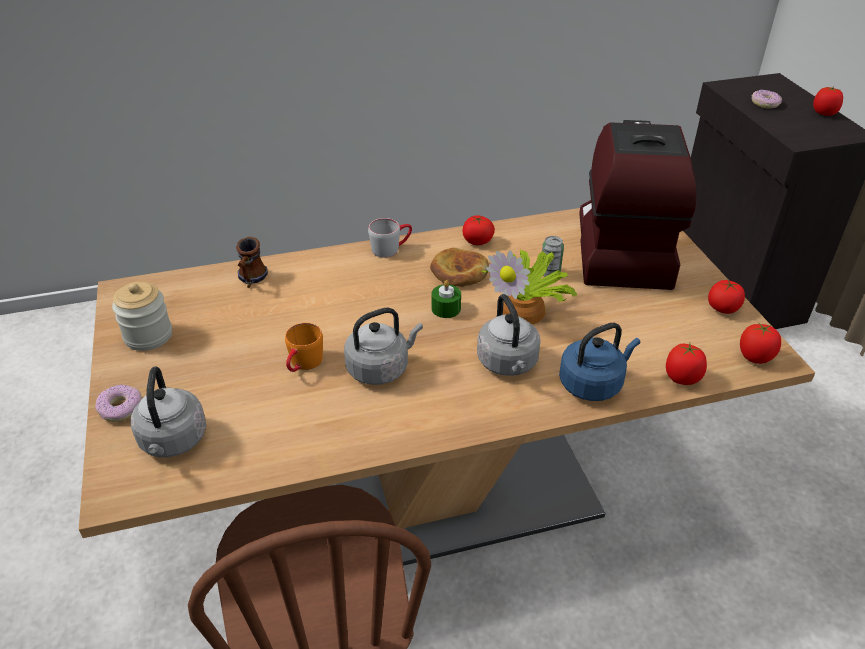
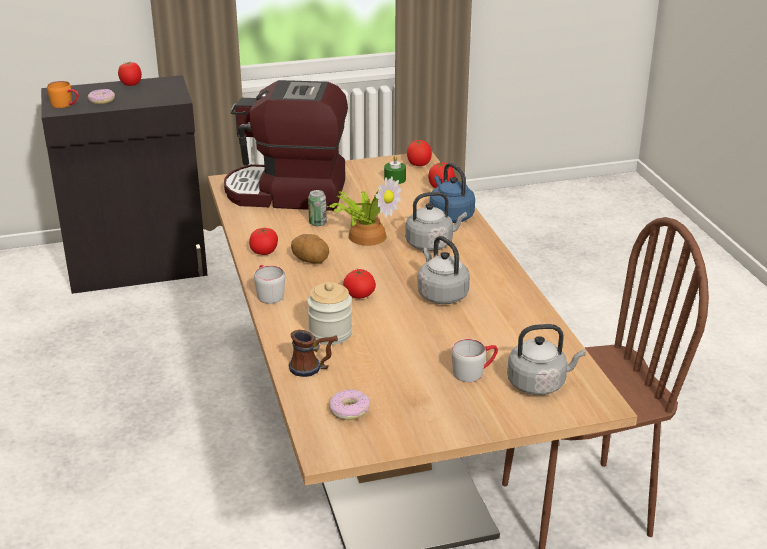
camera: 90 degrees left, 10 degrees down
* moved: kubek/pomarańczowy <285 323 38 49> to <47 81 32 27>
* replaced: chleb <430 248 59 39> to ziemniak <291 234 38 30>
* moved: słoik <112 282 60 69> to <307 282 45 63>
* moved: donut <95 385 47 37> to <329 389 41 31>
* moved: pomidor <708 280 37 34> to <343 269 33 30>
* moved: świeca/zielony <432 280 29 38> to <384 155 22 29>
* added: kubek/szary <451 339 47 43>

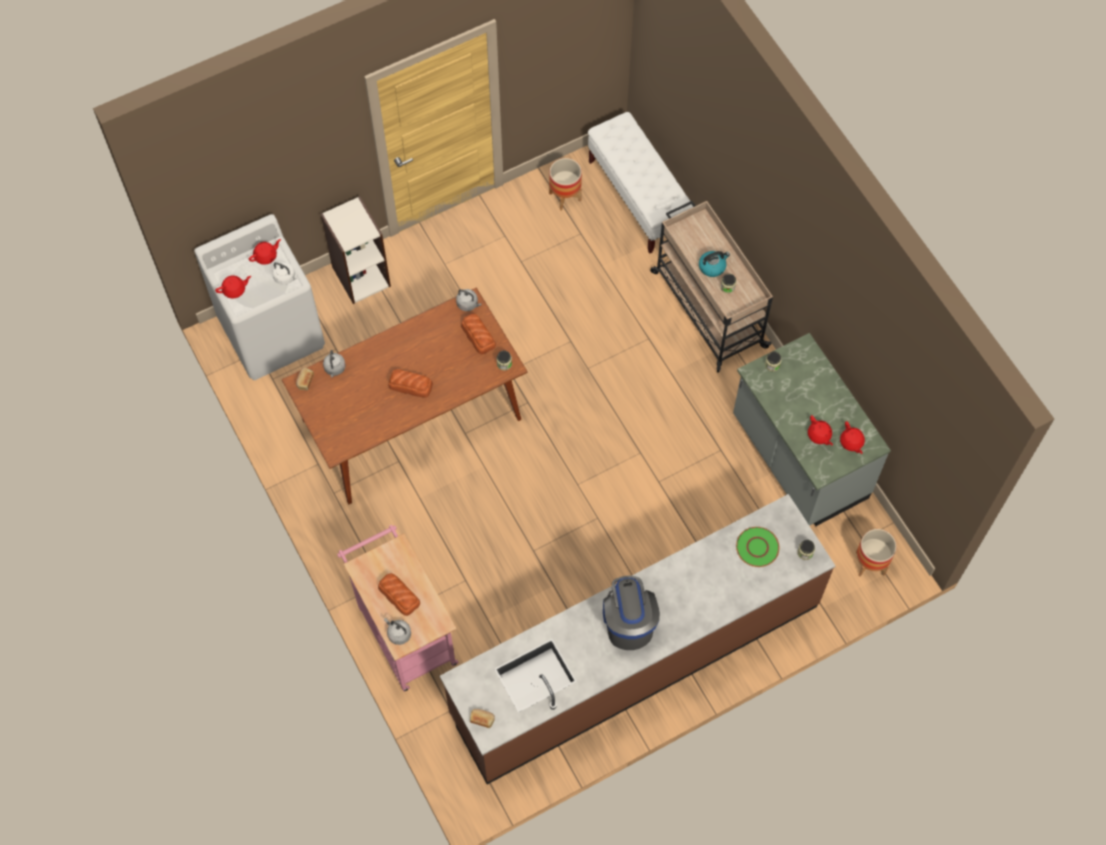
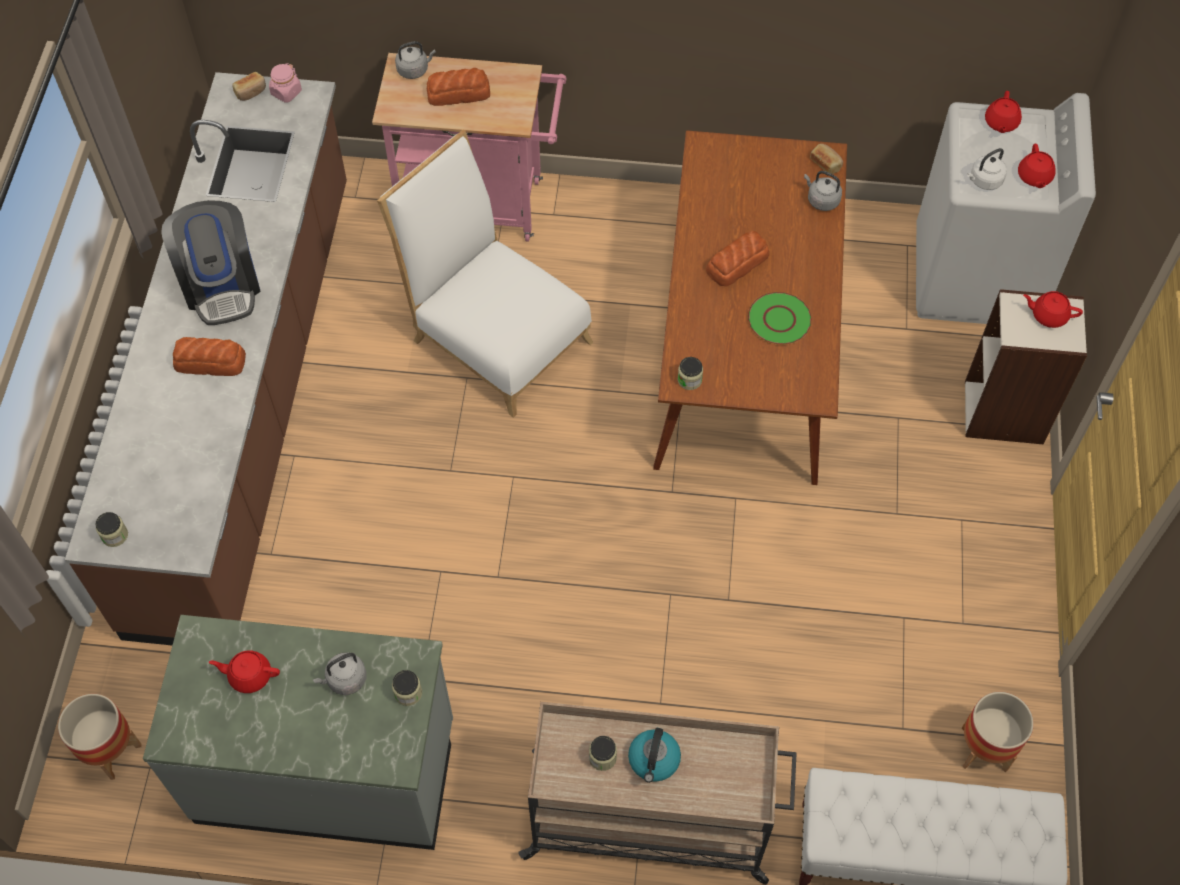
camera: 125 degrees right, 5 degrees down
* turned: ekspres do kawy <603 576 57 74> = <161 200 100 125> 45 degrees clockwise
* moved: chleb <461 313 35 41> to <173 337 73 39>
* added: słoik/różowy <269 63 33 40>
* moved: czajnik/szary <456 289 25 22> to <313 653 54 42>
* added: krzesło/biały <377 129 216 289>
* moved: talerz/zielony <736 527 43 40> to <747 292 65 53>
* moved: imbryk/czerwony <840 421 25 33> to <1023 291 60 37>

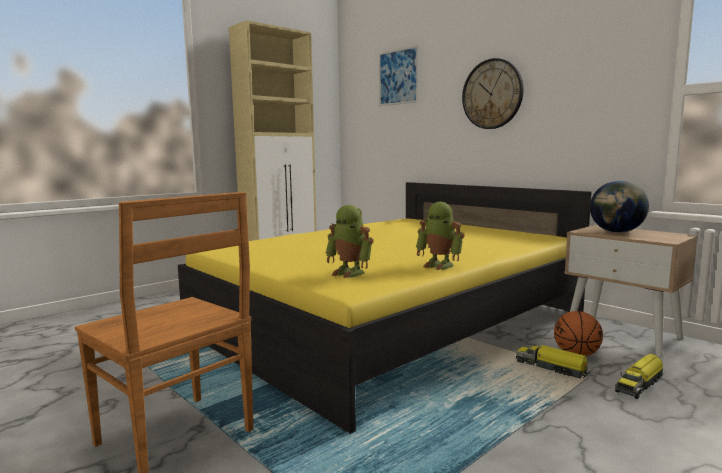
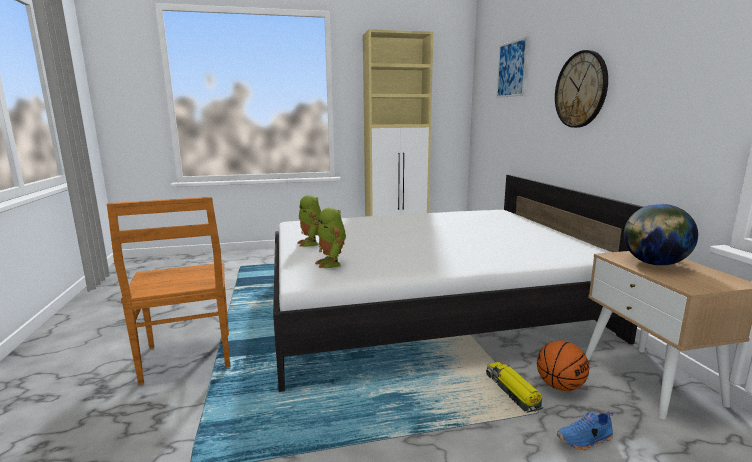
camera: 30 degrees right, 5 degrees up
* recoloured: łóżko/żółty <178 182 414 252> to łóżko/biały <273 175 370 217>
* moved: robot zabawkowy <416 202 49 68> to <298 195 23 52>
* replaced: ciężarówka zabawkowa <615 354 48 45> to but/niebieski <557 411 56 39>

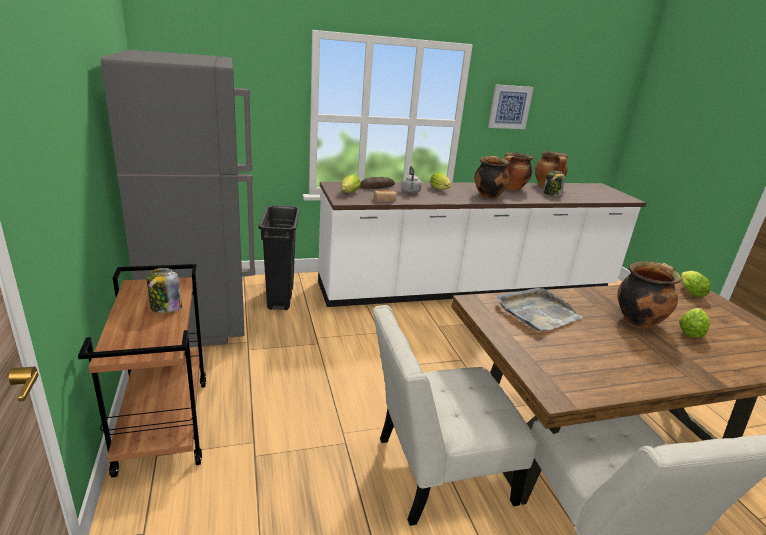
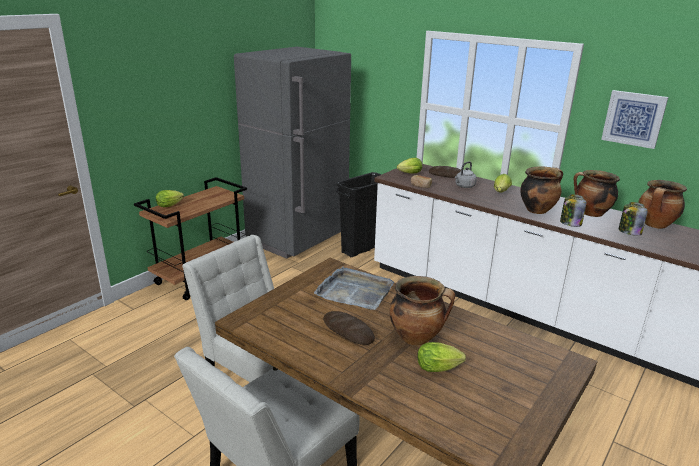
camera: 55 degrees right, 0 degrees up
* moved: sałata <681 271 30 26> to <156 190 28 17>
* added: chleb <323 311 52 34>
* moved: słoik <147 268 35 45> to <560 194 26 33>

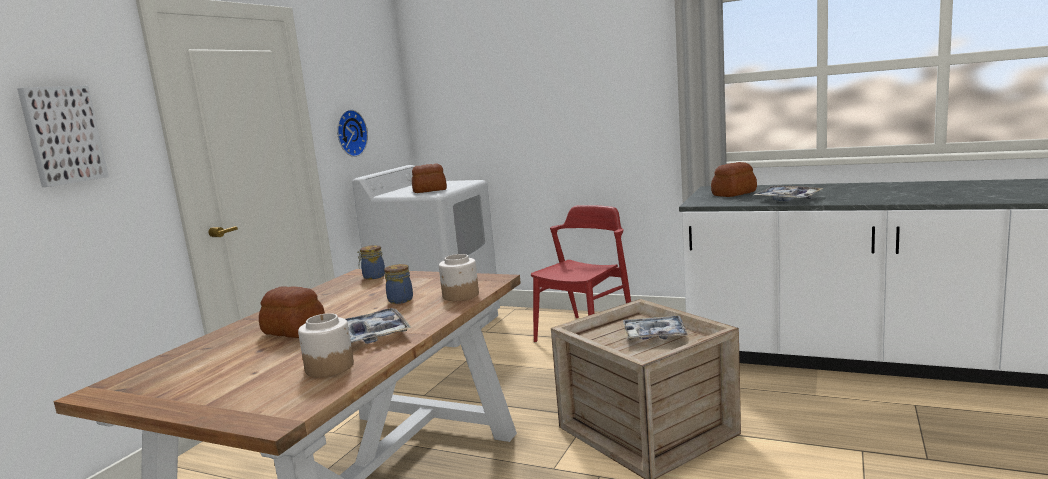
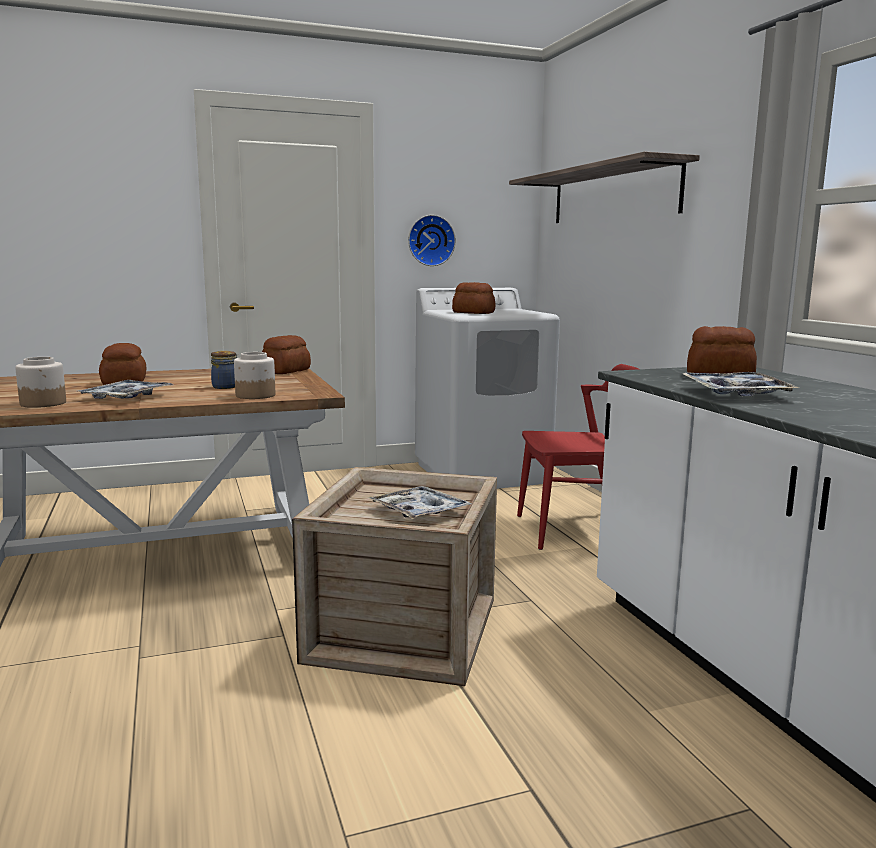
camera: 45 degrees right, 0 degrees up
* replaced: słoik <357 245 28 34> to chleb <262 335 49 39>
* added: półka <509 151 191 72>
* removed: obraz <17 85 92 102>

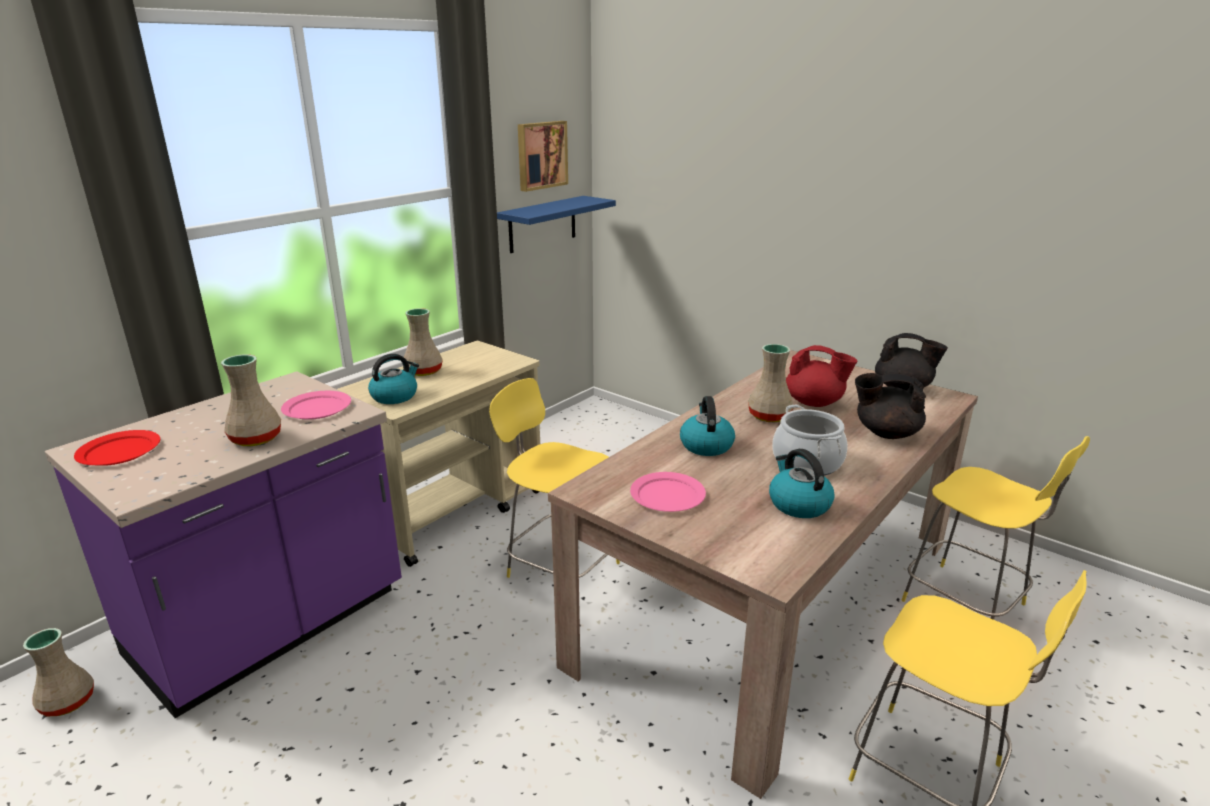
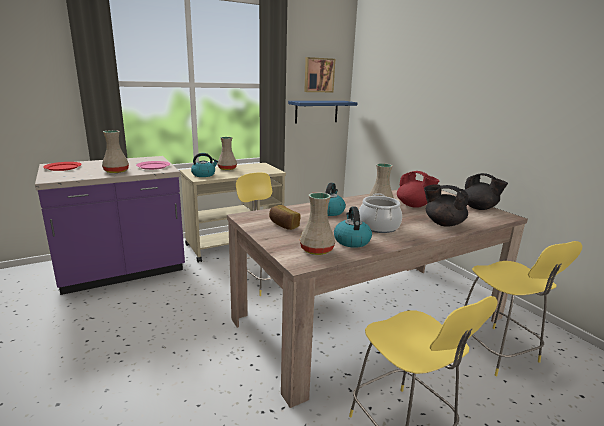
camera: 20 degrees right, 5 degrees down
* replaced: talerz/różowy <630 472 76 40> to chleb <269 205 32 25>
* moved: wazon/beżowy <23 628 71 88> to <300 192 35 63>

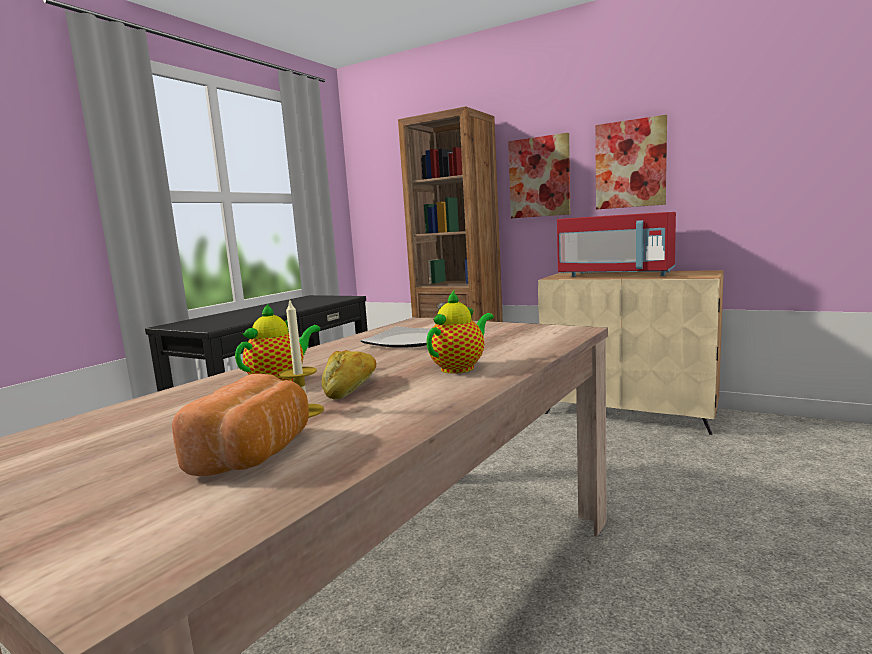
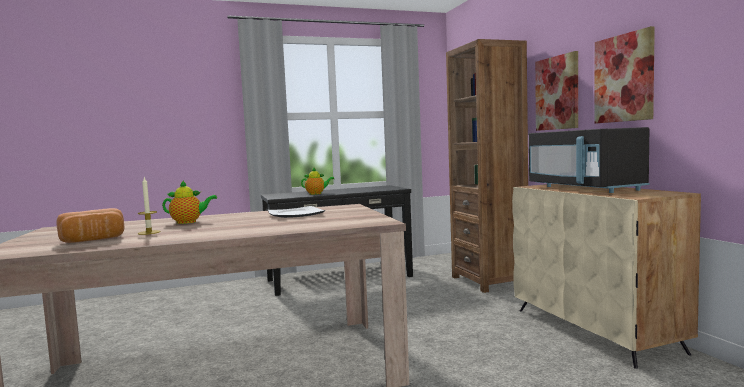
camera: 40 degrees right, 5 degrees down
* moved: imbryk <426 290 68 84> to <301 168 33 27>
* recoloured: mikrofalówka/czerwony <557 212 119 65> to mikrofalówka/czarny <529 127 120 66>
* removed: chleb <322 350 54 49>

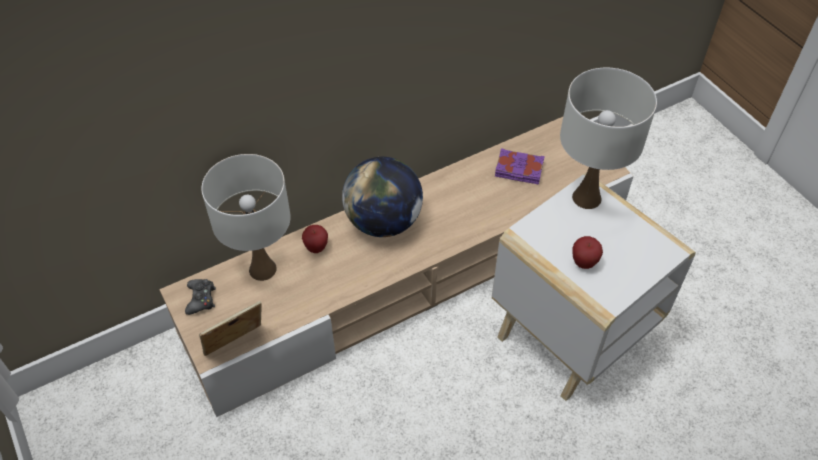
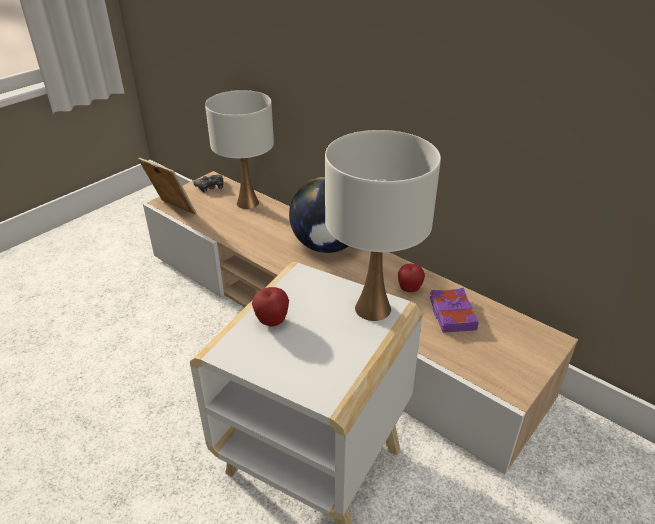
camera: 70 degrees right, 15 degrees down
* moved: jabłko <302 225 26 28> to <398 264 27 28>

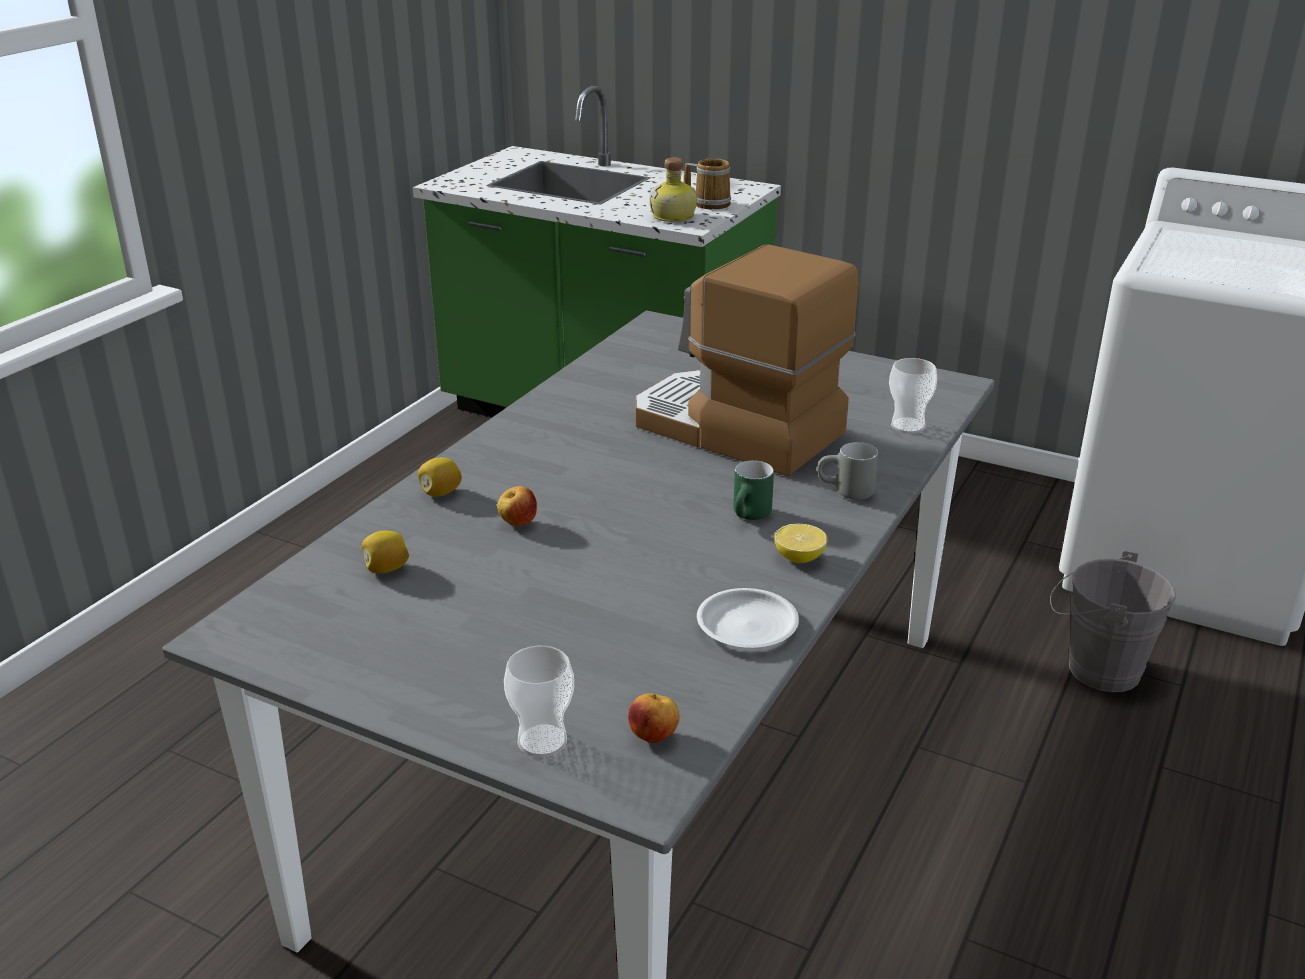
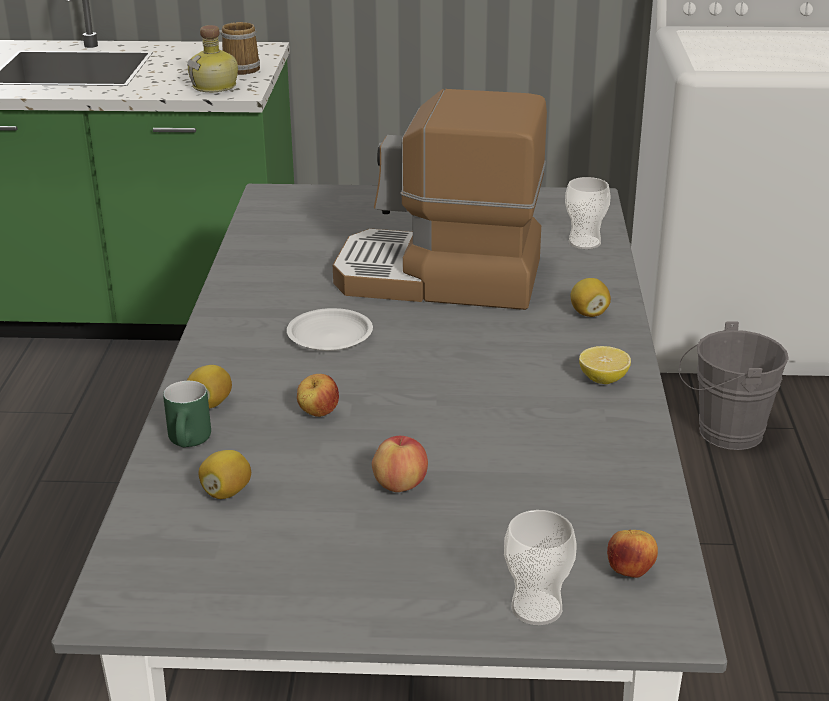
camera: 25 degrees left, 0 degrees up
* moved: kubek/zielony <733 460 41 60> to <163 381 48 66>
* moved: talerz/biały <697 588 102 60> to <287 308 86 43>
* added: jabłko <372 436 56 56>
* replaced: kubek/szary <817 442 61 58> to cytryna <570 278 41 39>

